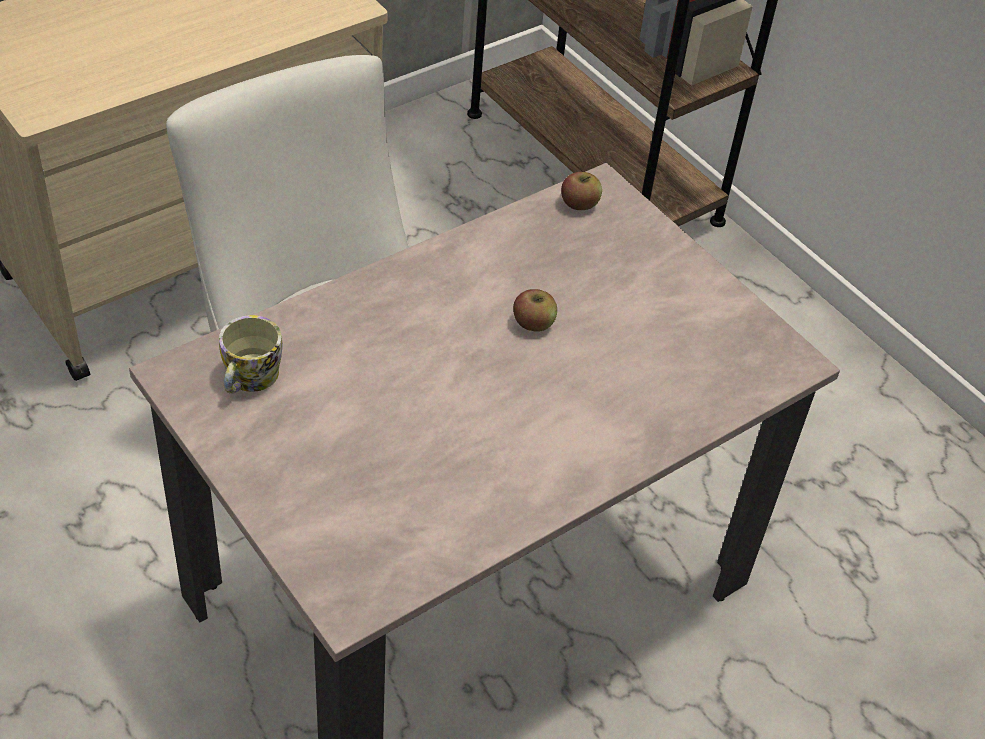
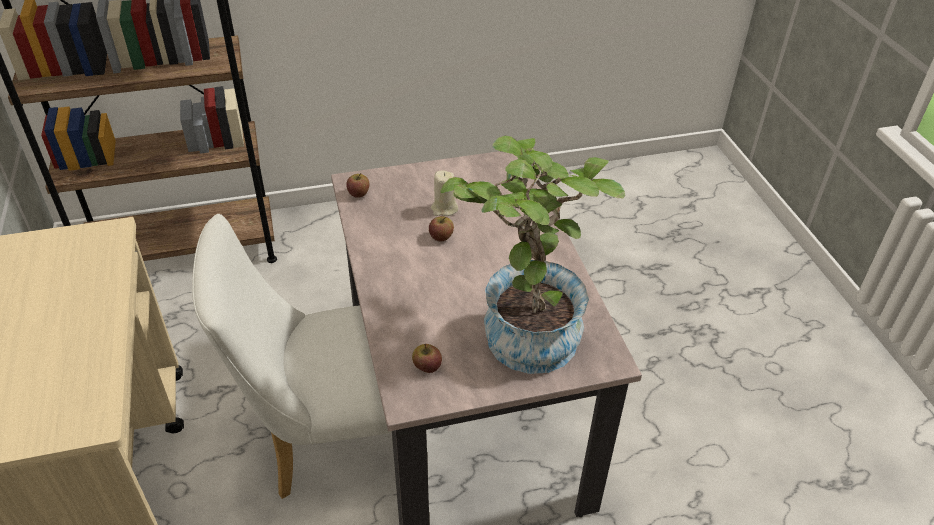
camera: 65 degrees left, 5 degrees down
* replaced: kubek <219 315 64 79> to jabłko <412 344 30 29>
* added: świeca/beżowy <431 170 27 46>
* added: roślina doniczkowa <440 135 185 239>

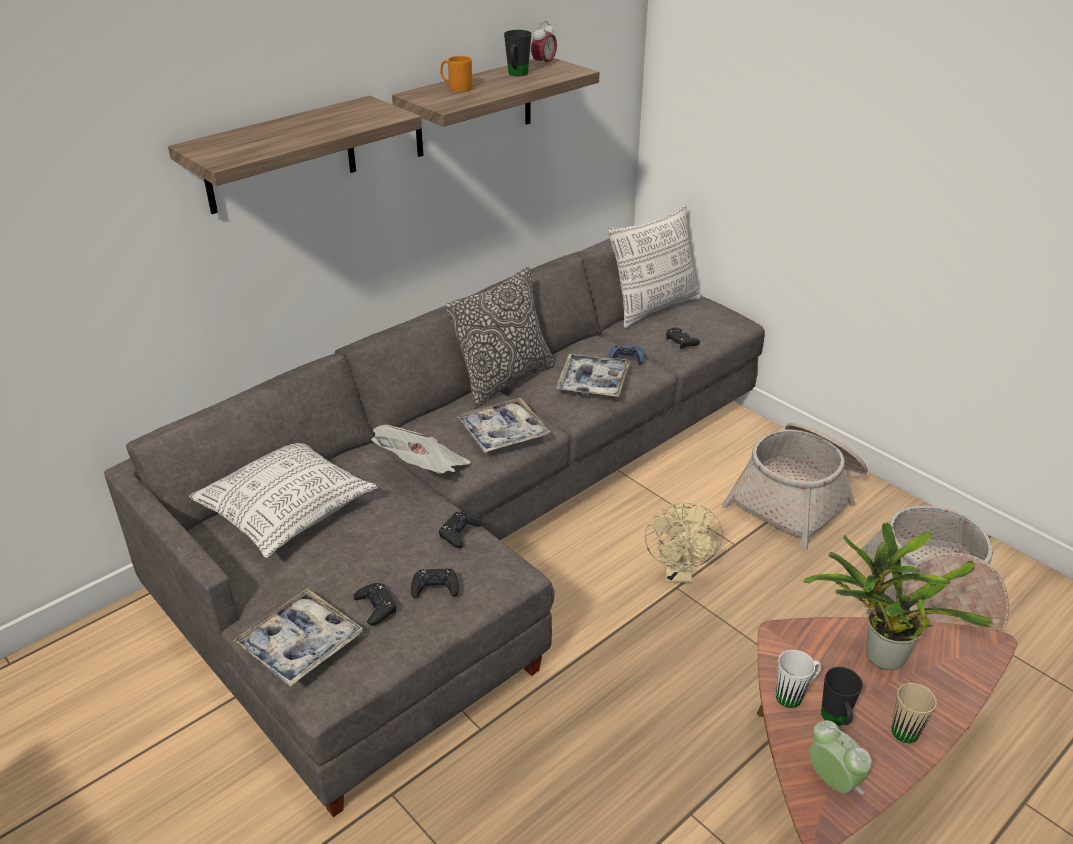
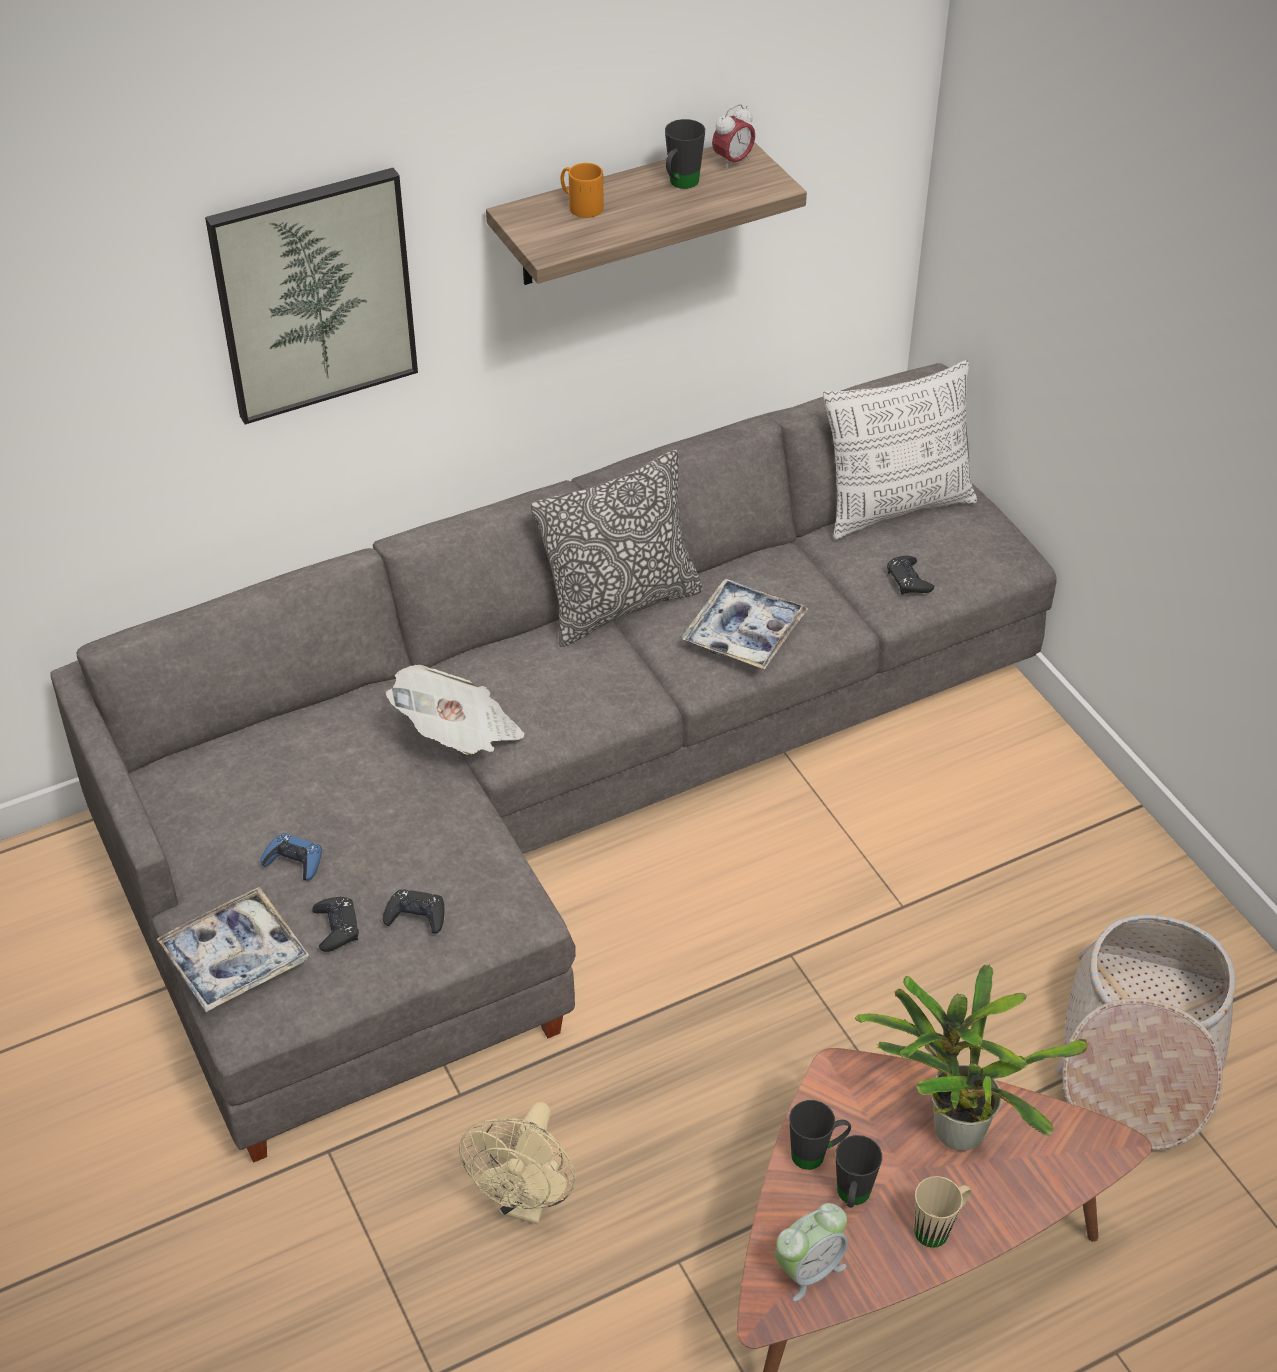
camera: 15 degrees right, 10 degrees up
* replaced: półka <168 96 254 118> to obraz <205 168 213 256>
* moved: pad do gier/niebieski <609 345 35 20> to <260 834 62 47>
* moved: wentylator/beżowy <645 502 78 81> to <459 1102 117 122>
* turned: budzik <809 720 63 74> = <775 1203 73 98> 75 degrees clockwise
* recoloured: kubek/biały <776 650 45 58> to kubek/czarny <789 1100 62 70>
* removed: poduszka <189 443 189 115>
* removed: pad do gier/czarny <439 511 43 37>
* removed: taca <456 398 94 55>
* removed: koszyk <722 422 146 128>

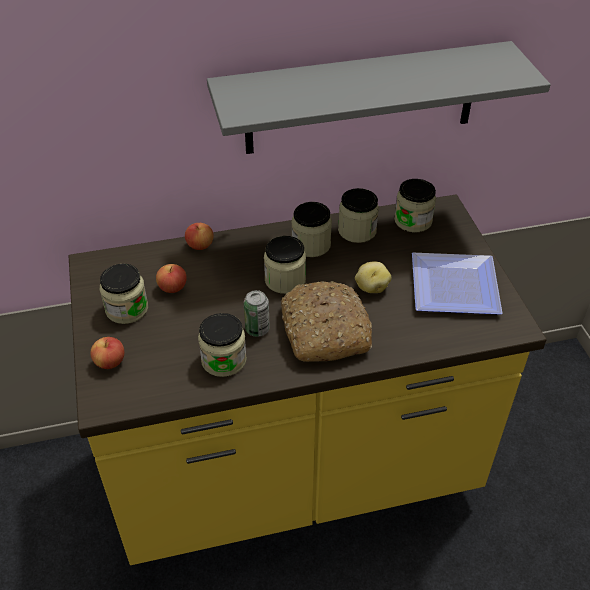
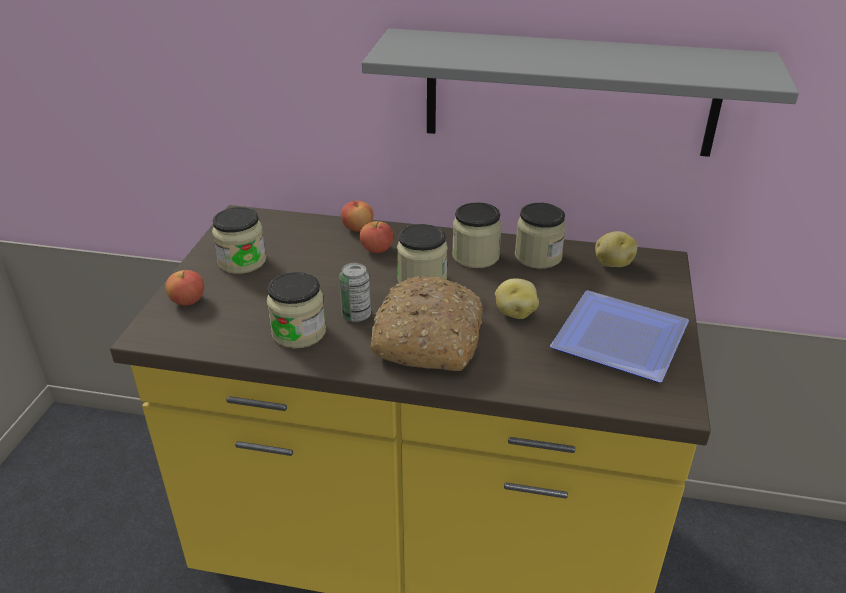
camera: 25 degrees right, 10 degrees down
* moved: jabłko <156 264 31 29> to <360 221 34 32>
* replaced: słoik <394 179 42 53> to ziemniak <595 231 43 36>

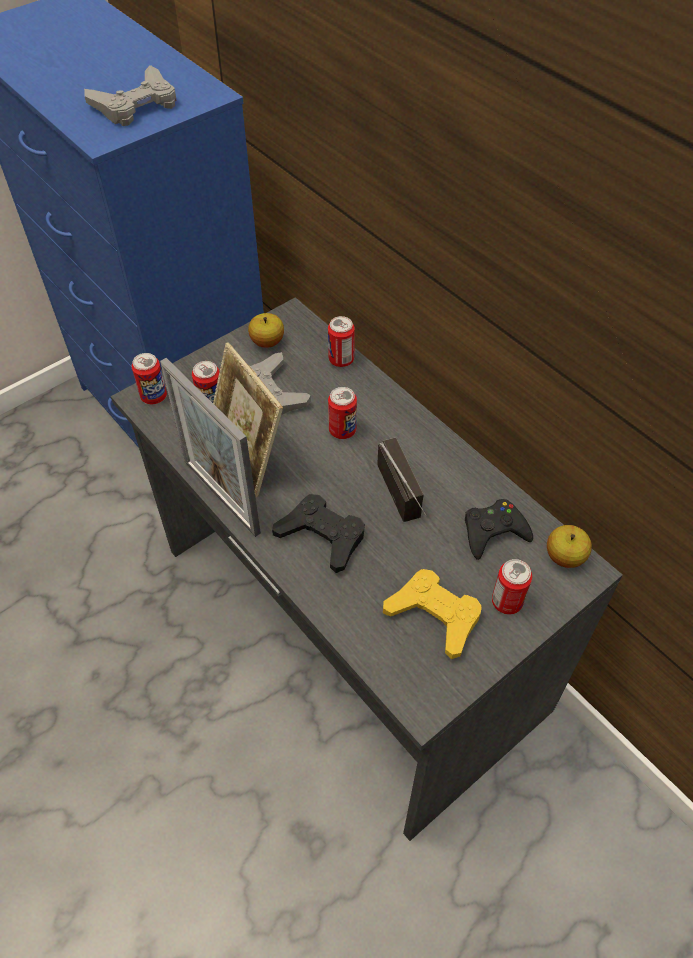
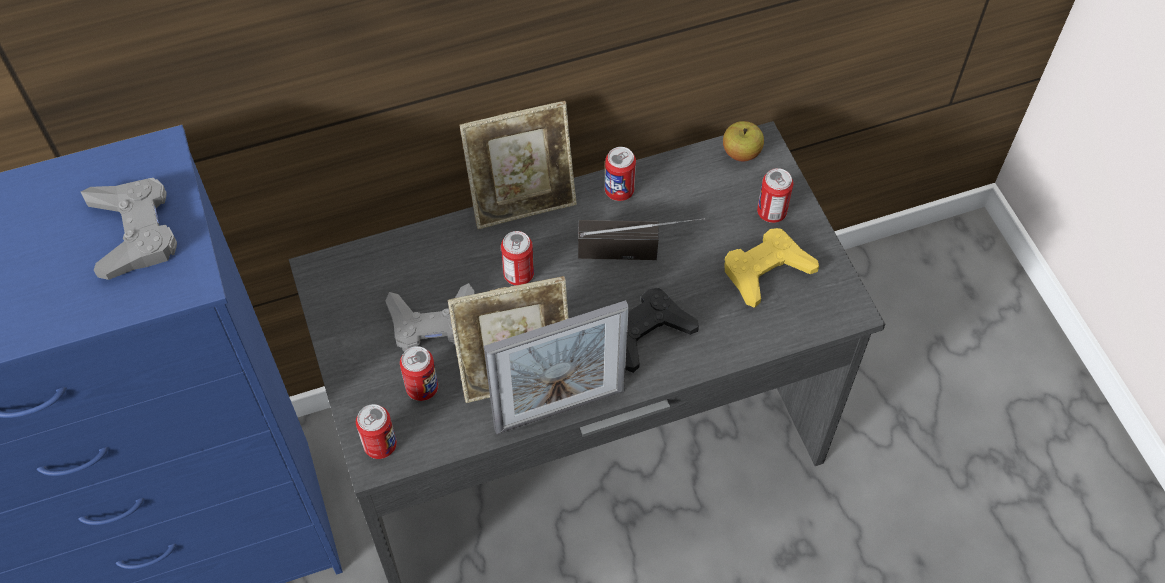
camera: 70 degrees left, 5 degrees up
* added: ramka na zdjęcie <460 101 117 128>
* moved: puszka <328 316 27 51> to <605 147 31 54>
* removed: jabłko <248 313 36 35>
* removed: pad do gier/czarny <465 499 68 61>

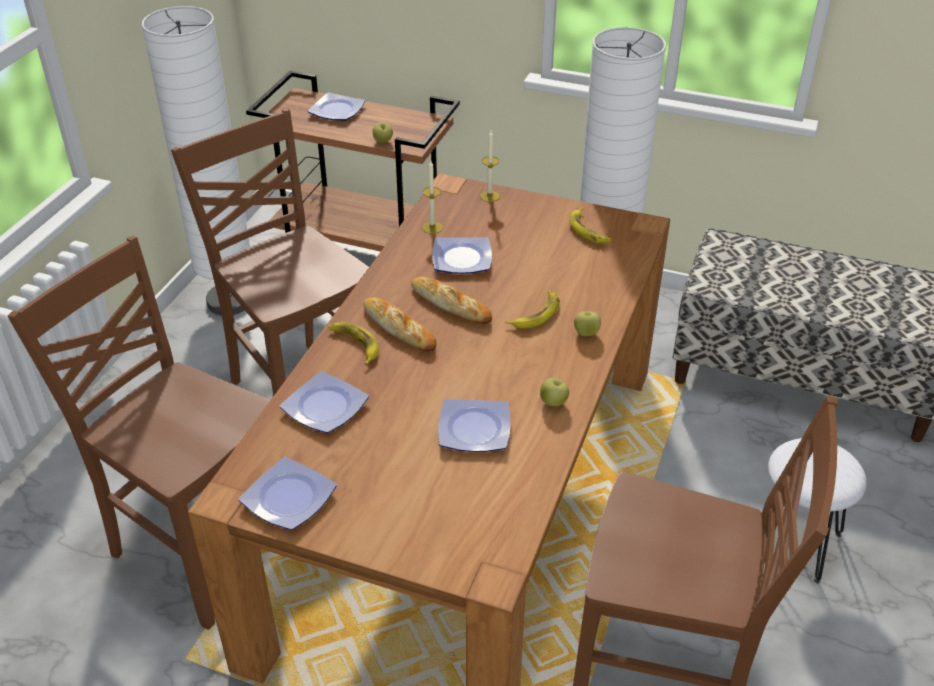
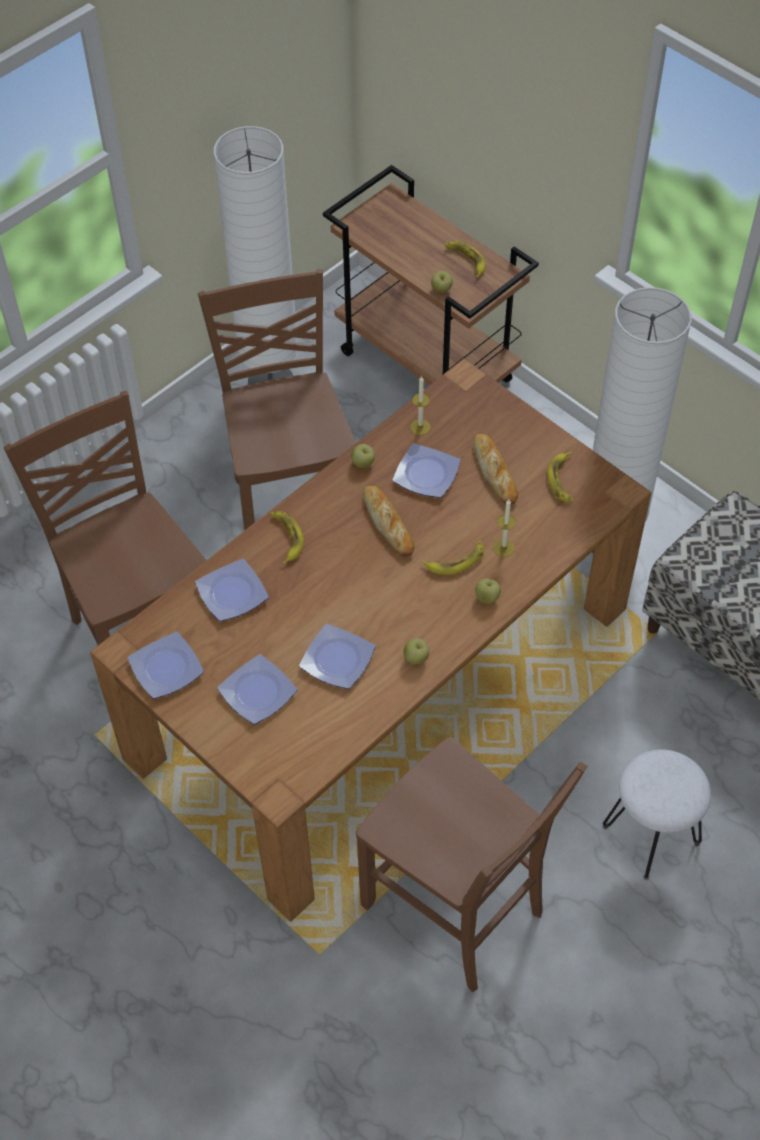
camera: 25 degrees right, 15 degrees up
* moved: talerz <308 92 57 29> to <217 654 80 70>
* added: jabłko <351 444 24 24>
* added: banan <445 241 41 37>
* moved: chleb <363 297 73 55> to <474 434 44 71>
* moved: świeca <480 131 20 71> to <493 499 23 58>

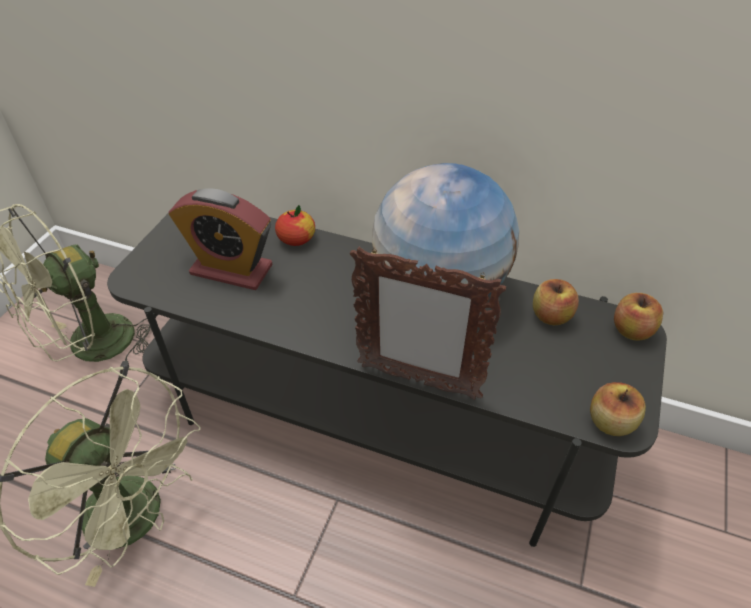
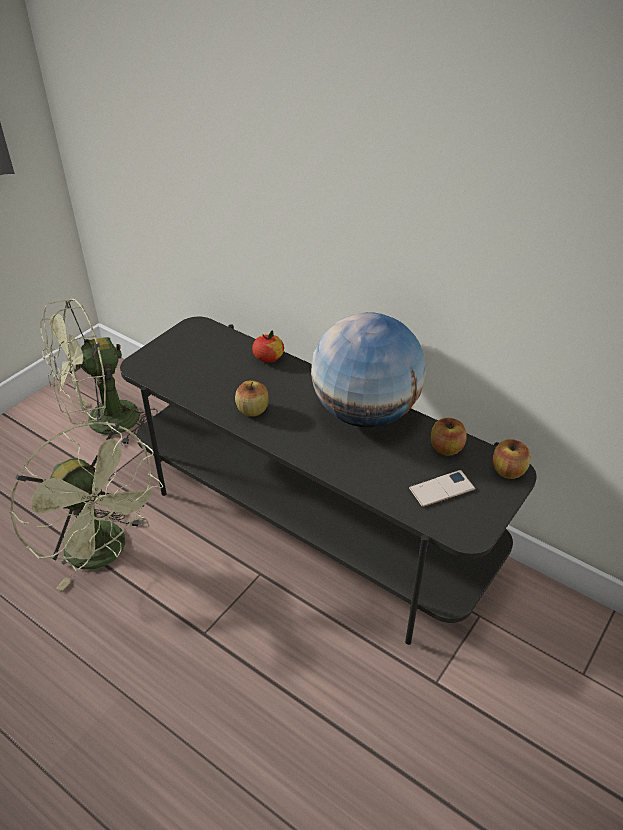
camera: 15 degrees right, 5 degrees down
* moved: jabłko <590 382 56 54> to <235 380 34 37>
* added: telefon <409 470 66 37>
* removed: budzik <168 189 105 101>
* removed: ramka na zdjęcie <350 247 156 153>

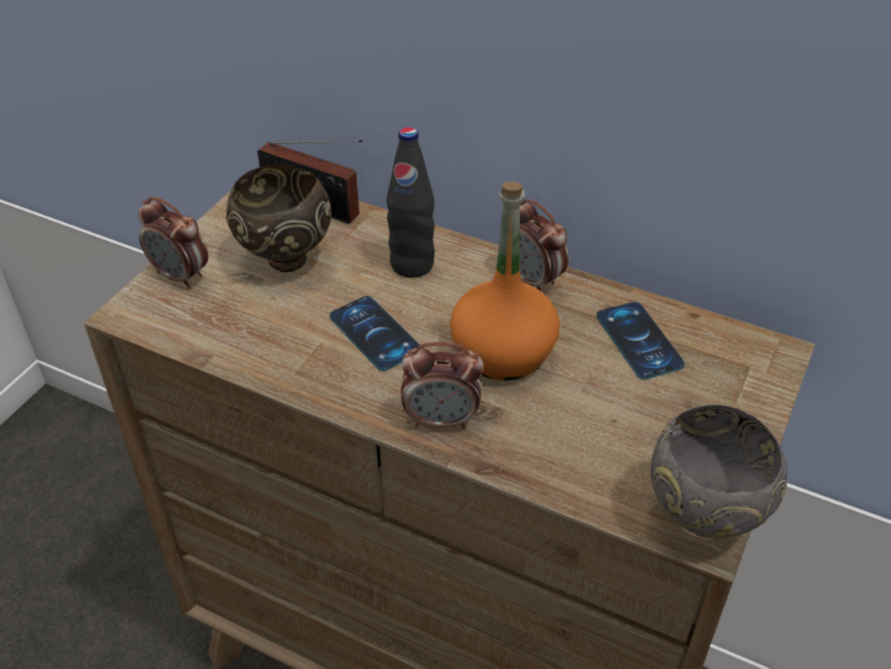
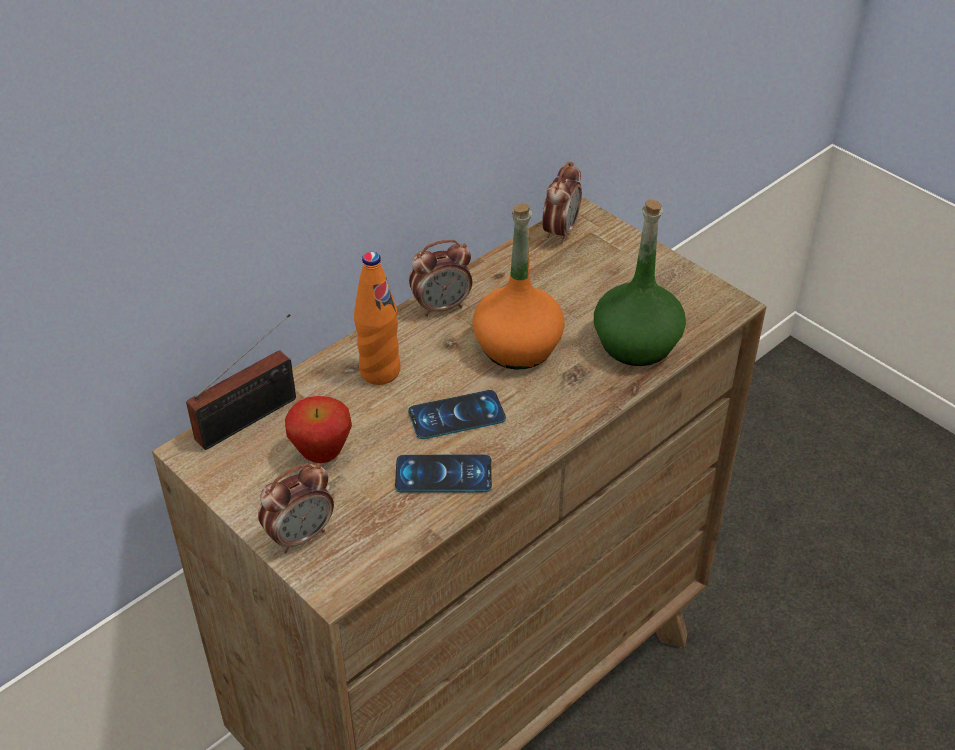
camera: 70 degrees left, 0 degrees up
* replaced: miska/brązowy <226 164 105 108> to jabłko <285 396 67 67>
* recoloured: butelka/czarny <387 127 48 151> to butelka/pomarańczowy <354 252 47 133>
* moved: telefon <596 302 89 77> to <395 454 97 39>
* moved: budzik <401 342 83 87> to <542 162 40 82>
* added: butelka/zielony <594 199 92 167>
* removed: miska/szary <651 405 137 133>

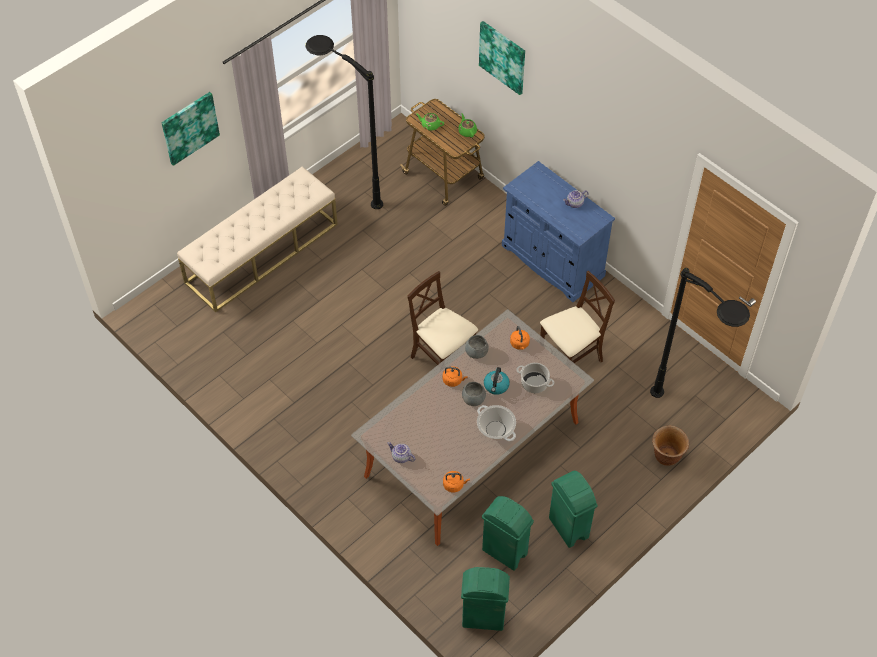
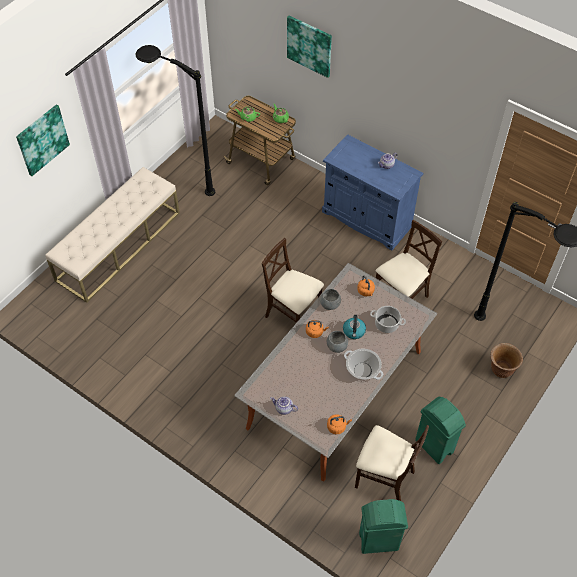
camera: 10 degrees left, 0 degrees up
* replaced: kosz na śmieci/zielony <482 496 52 75> to krzesło/beżowy <355 425 74 76>

